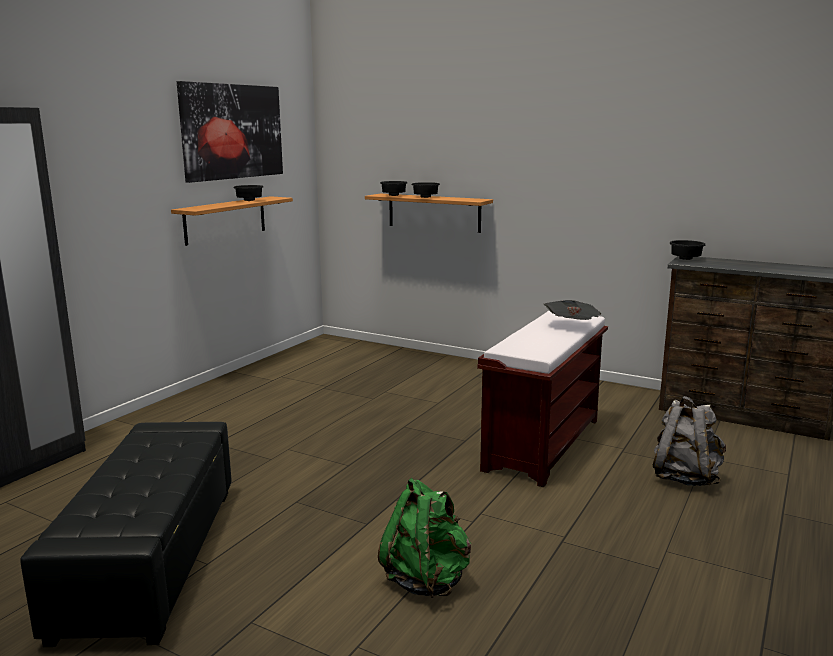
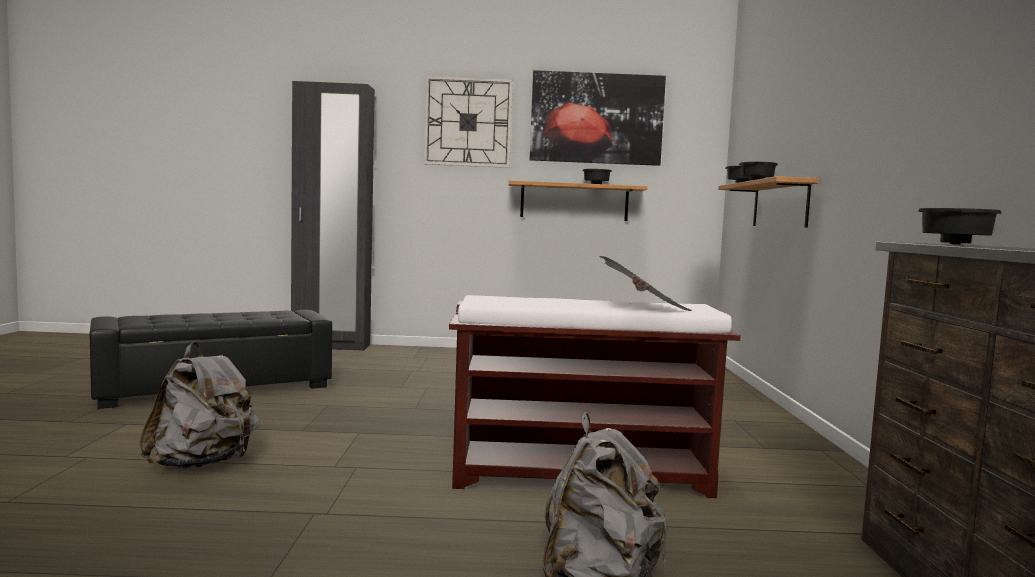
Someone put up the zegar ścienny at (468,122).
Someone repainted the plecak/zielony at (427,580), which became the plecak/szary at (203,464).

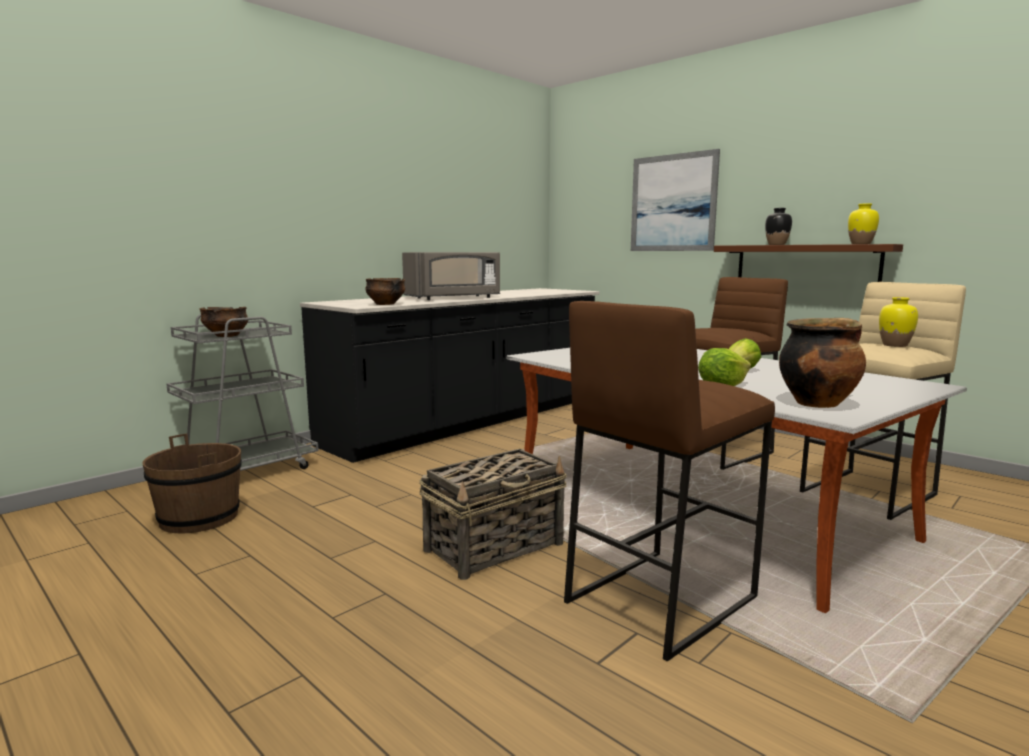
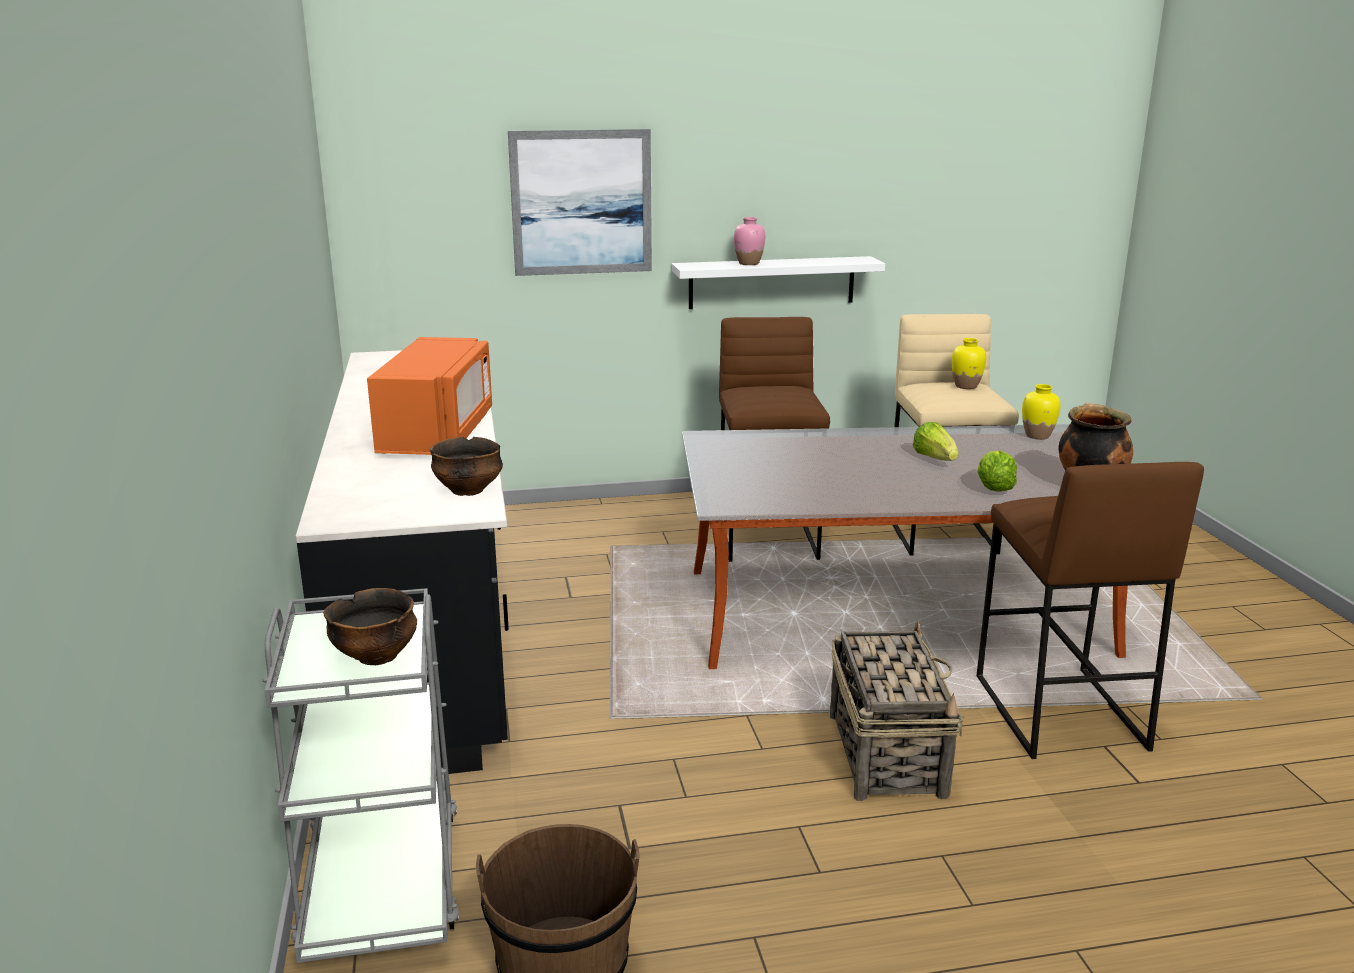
Someone carried the wazon/żółty from (860,244) to (1037,436).
Someone repainted the mikrofalówka/szary at (454,298), which became the mikrofalówka/pomarańczowy at (438,434).
Someone repainted the półka/brązowy at (806,264), which became the półka/biały at (772,282).
Someone repainted the wazon/czarny at (777,244), which became the wazon/różowy at (749,263).

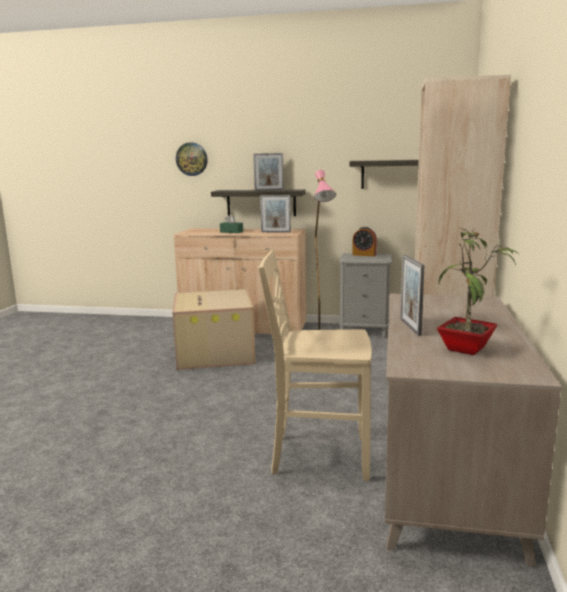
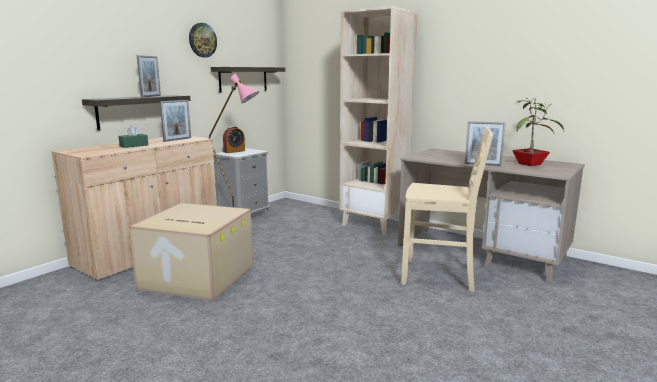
Someone carried the zegar ścienny from (192,159) to (202,40).
Someone rotated the krzesło/beżowy at (318,455) by 105 degrees counterclockwise.

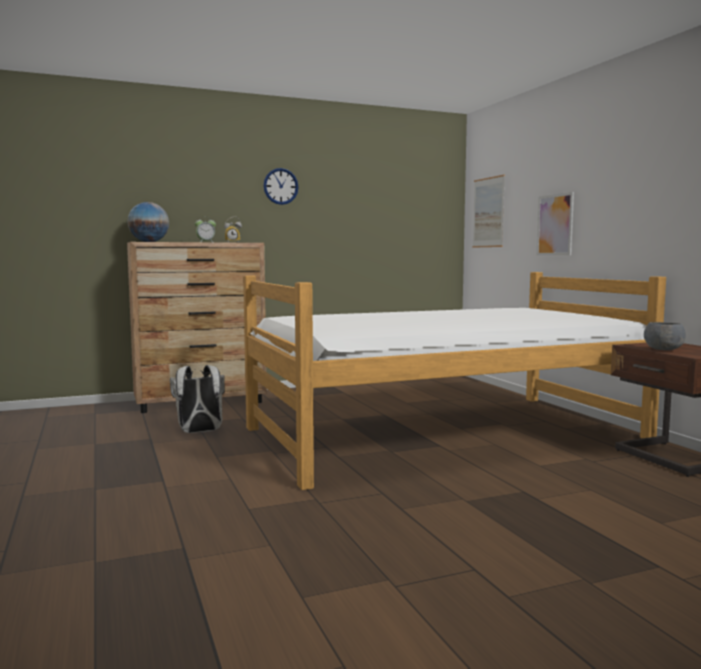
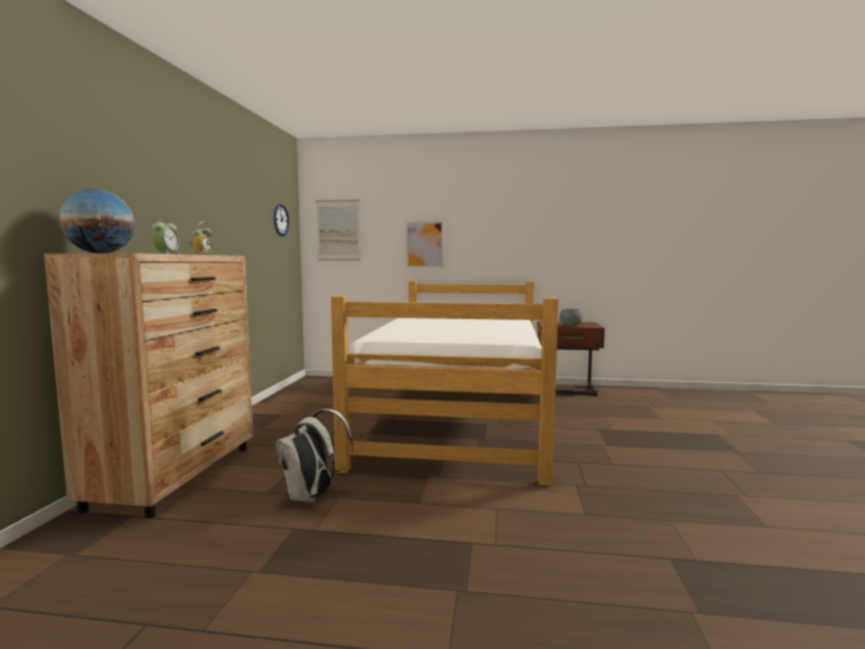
Someone carried the zegar ścienny from (280,186) to (281,220).

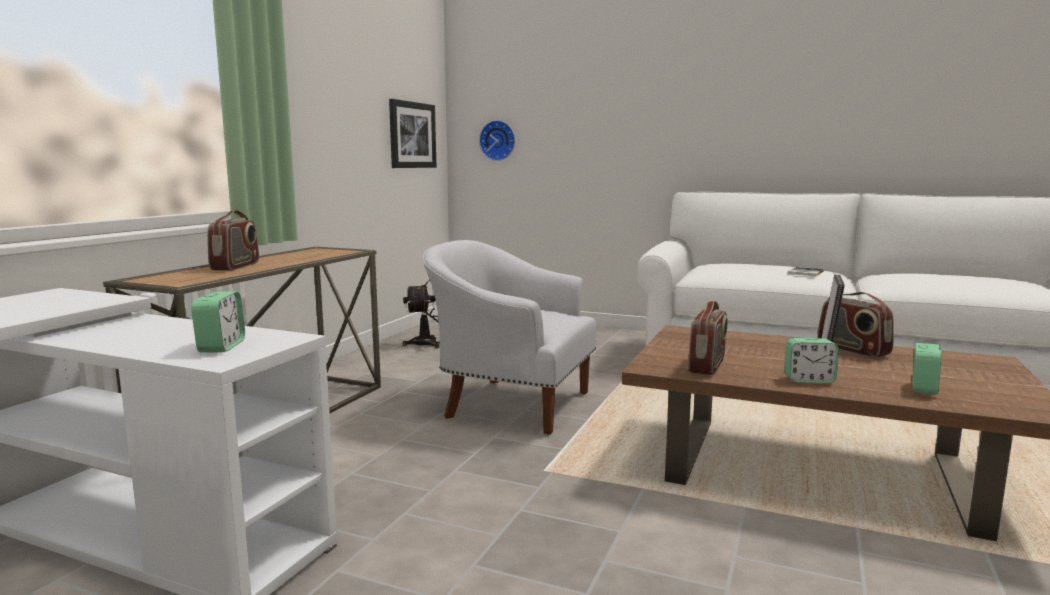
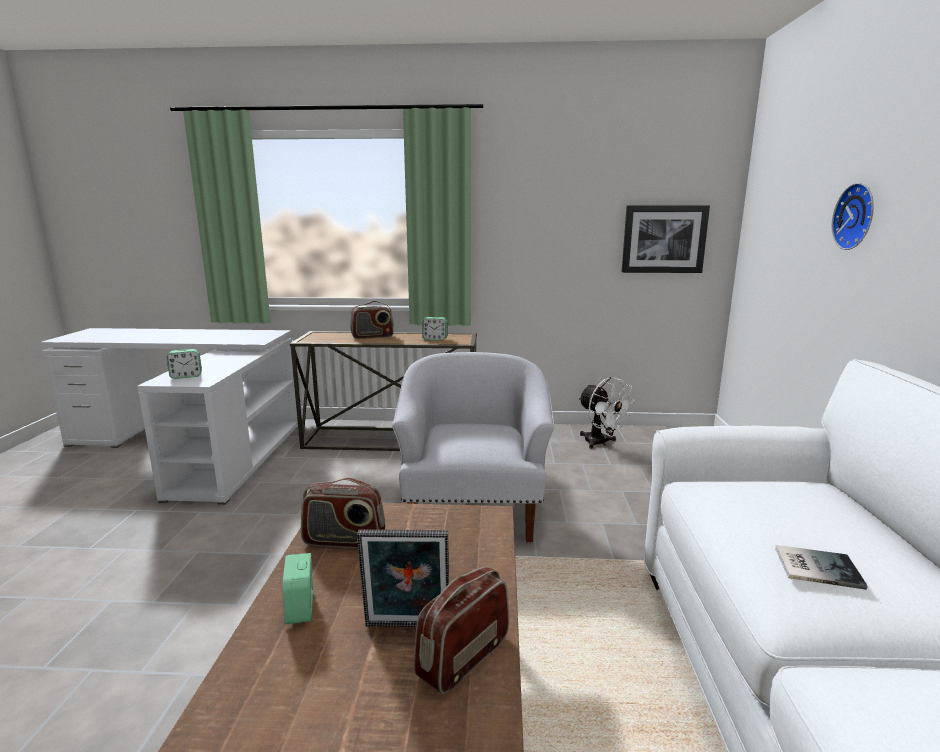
Someone carried the zegar ścienny from (498,140) to (857,216).
Someone carried the budzik from (923,388) to (435,339).

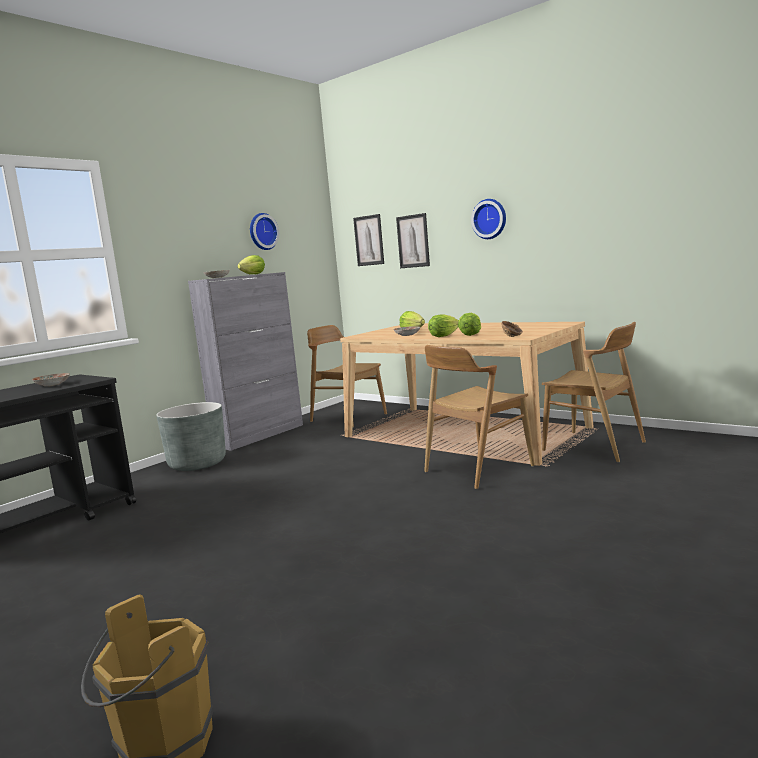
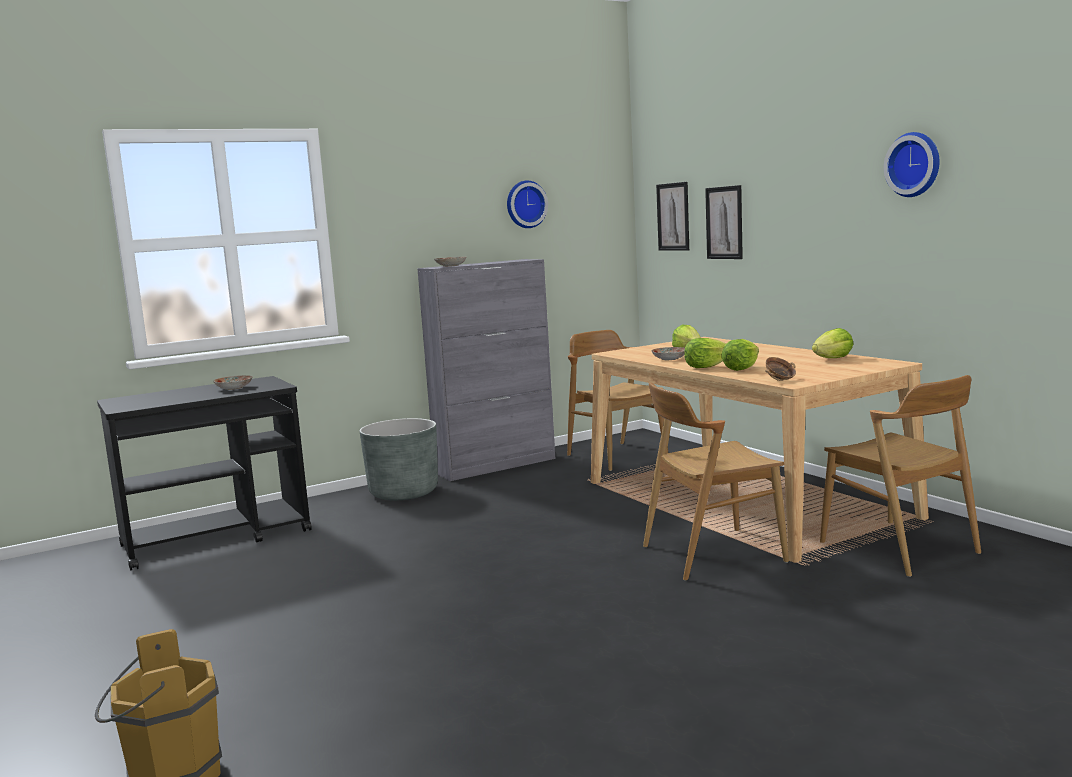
Someone carried the sałata from (253,274) to (833,359).
Someone carried the zegar ścienny from (490,219) to (915,164).

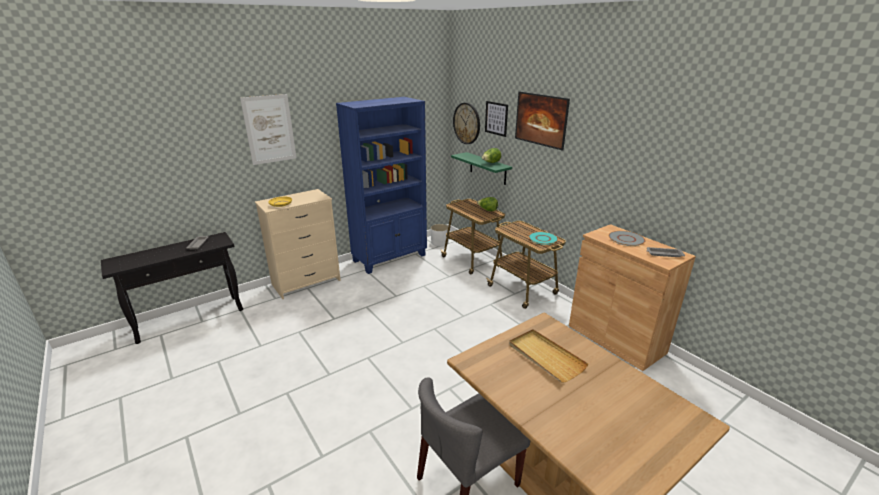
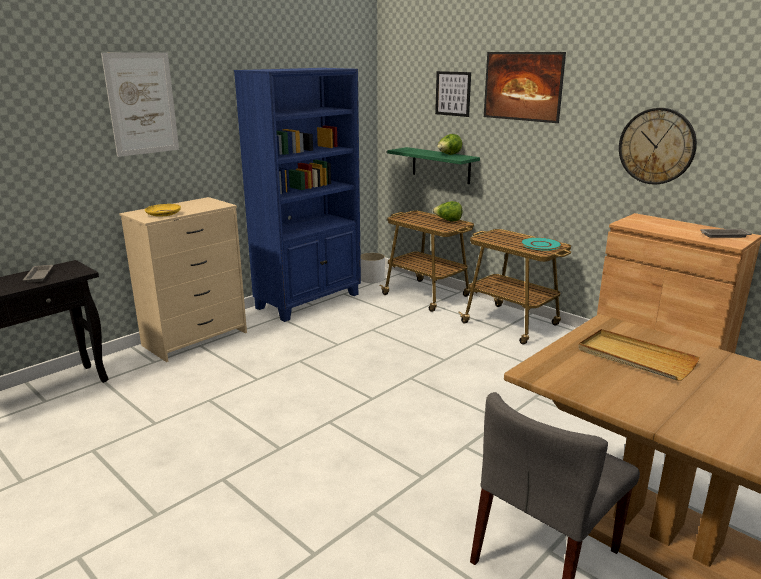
Someone took away the talerz/szary at (626,239).
Someone carried the zegar ścienny from (467,123) to (656,146).

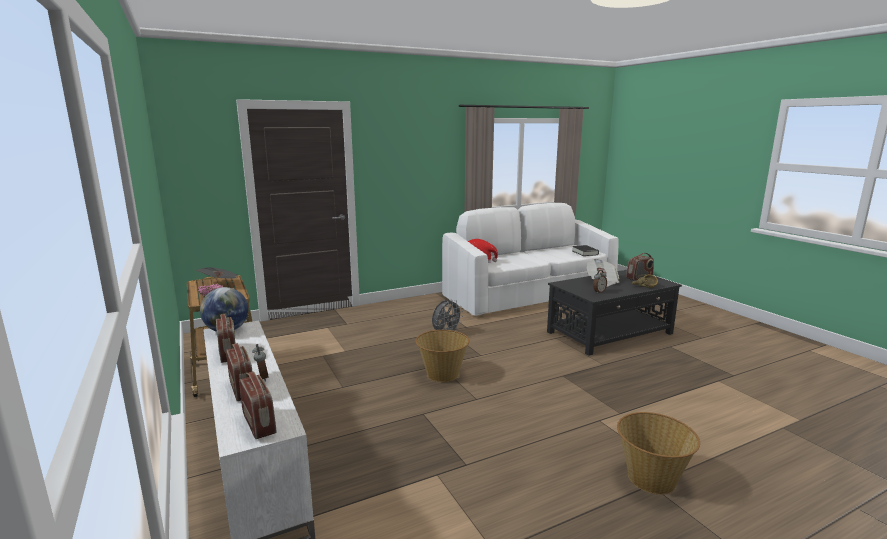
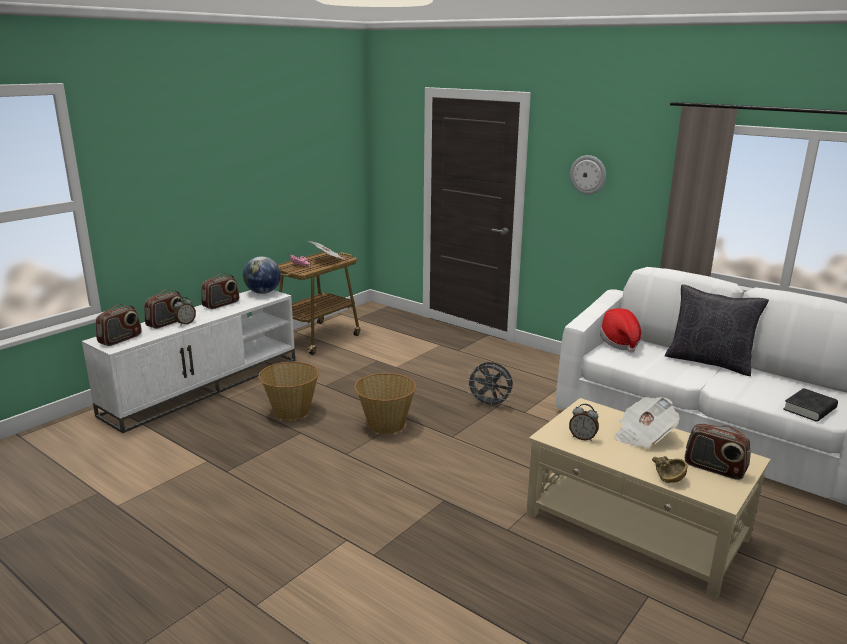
Someone put up the zegar ścienny at (588,174).
Someone put down the poduszka/czarny at (709,362).
Someone carried the koszyk from (651,479) to (291,411).
Someone repainted the ława/czarny at (610,333), which became the ława/beżowy at (636,526).

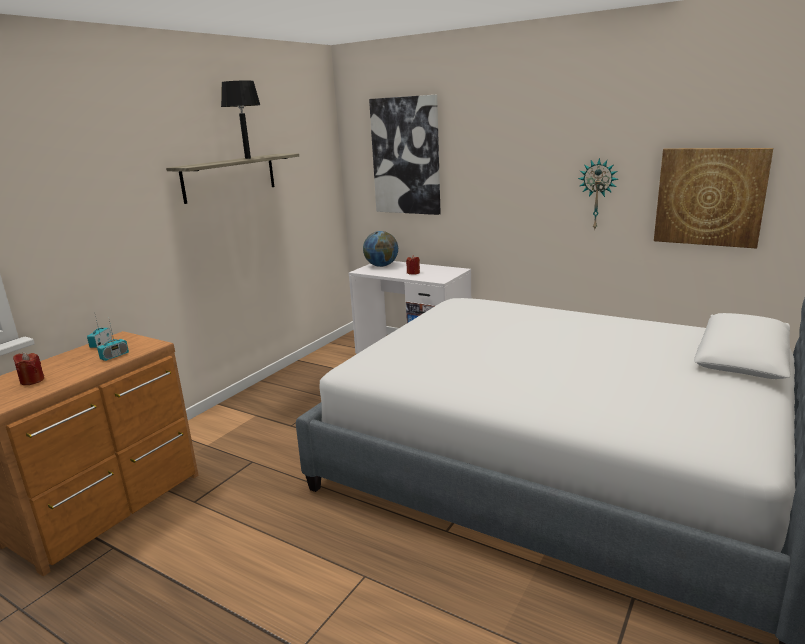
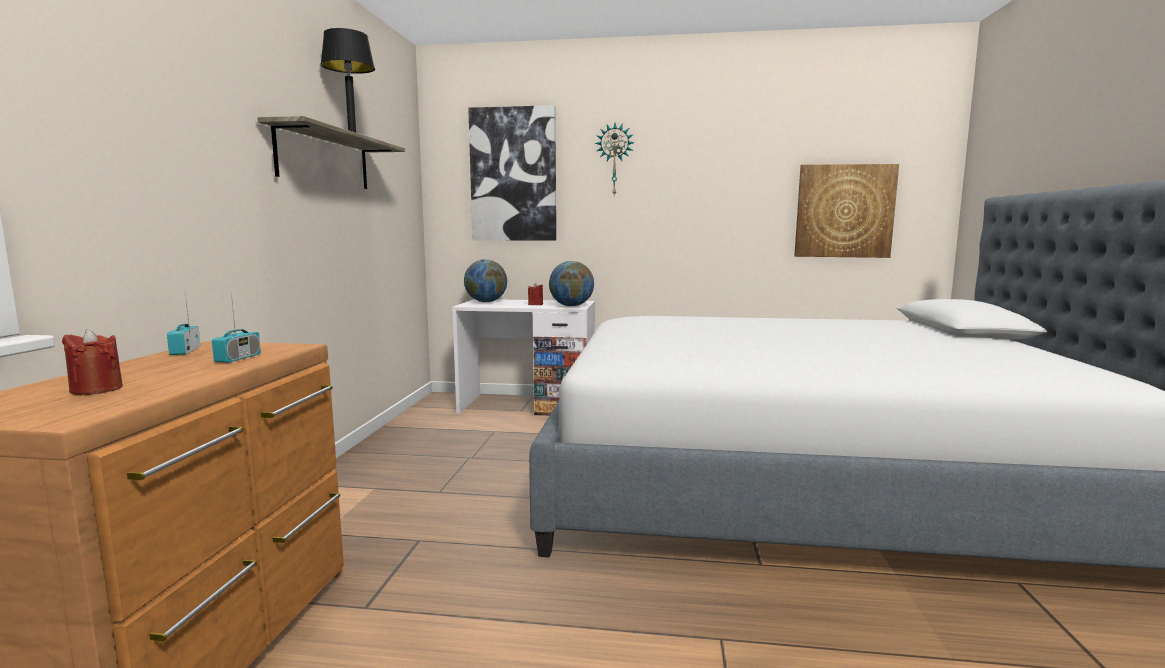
Someone put down the globus at (571,306).
Someone carried the zegar ścienny from (597,194) to (614,160).

